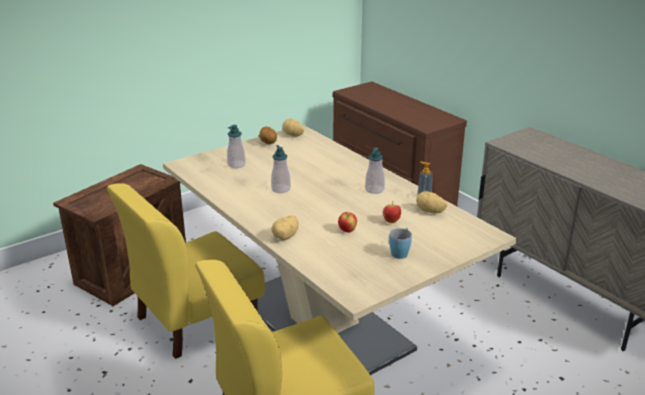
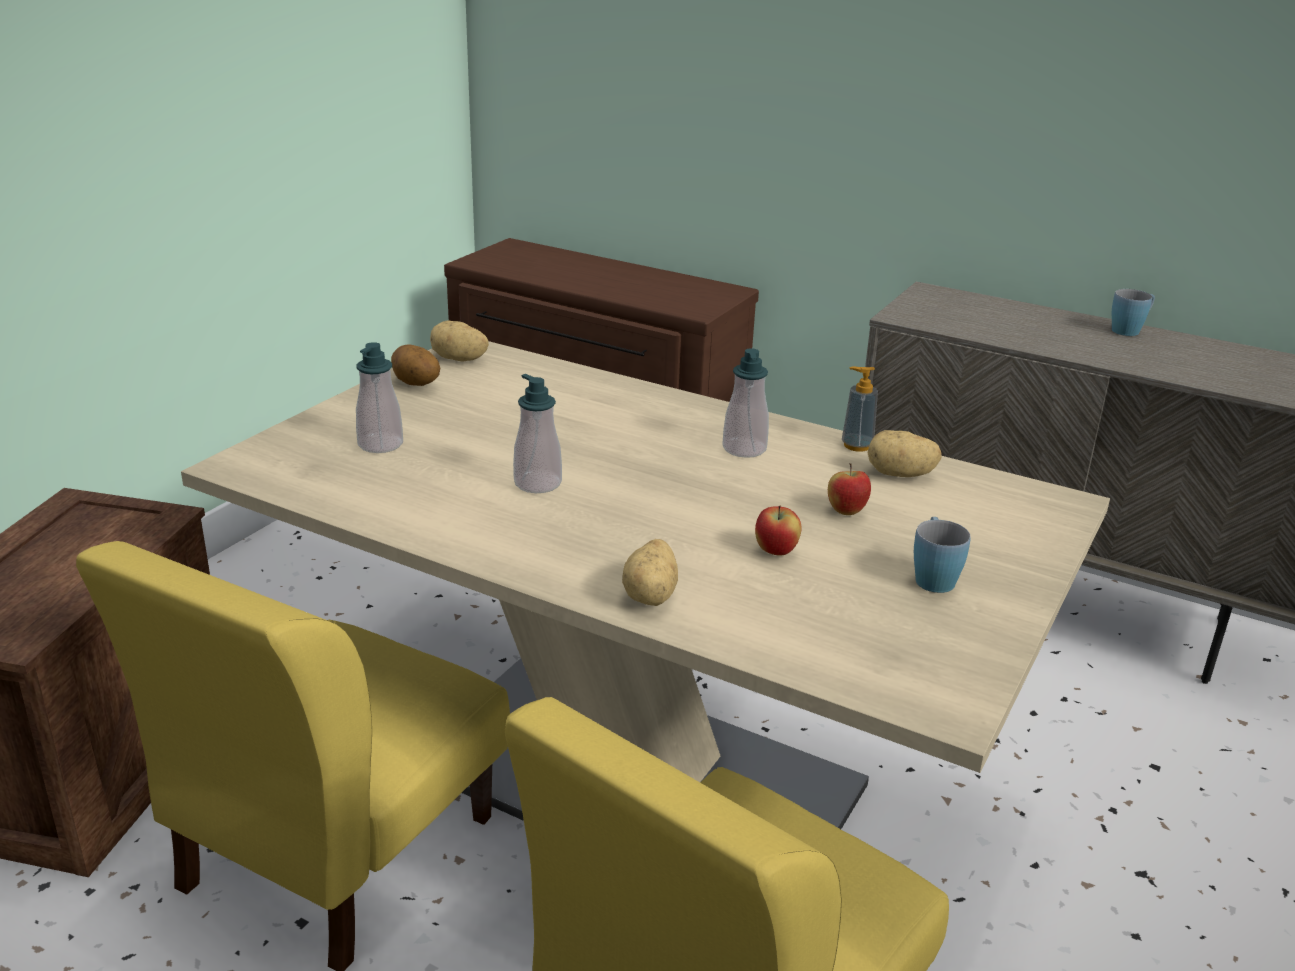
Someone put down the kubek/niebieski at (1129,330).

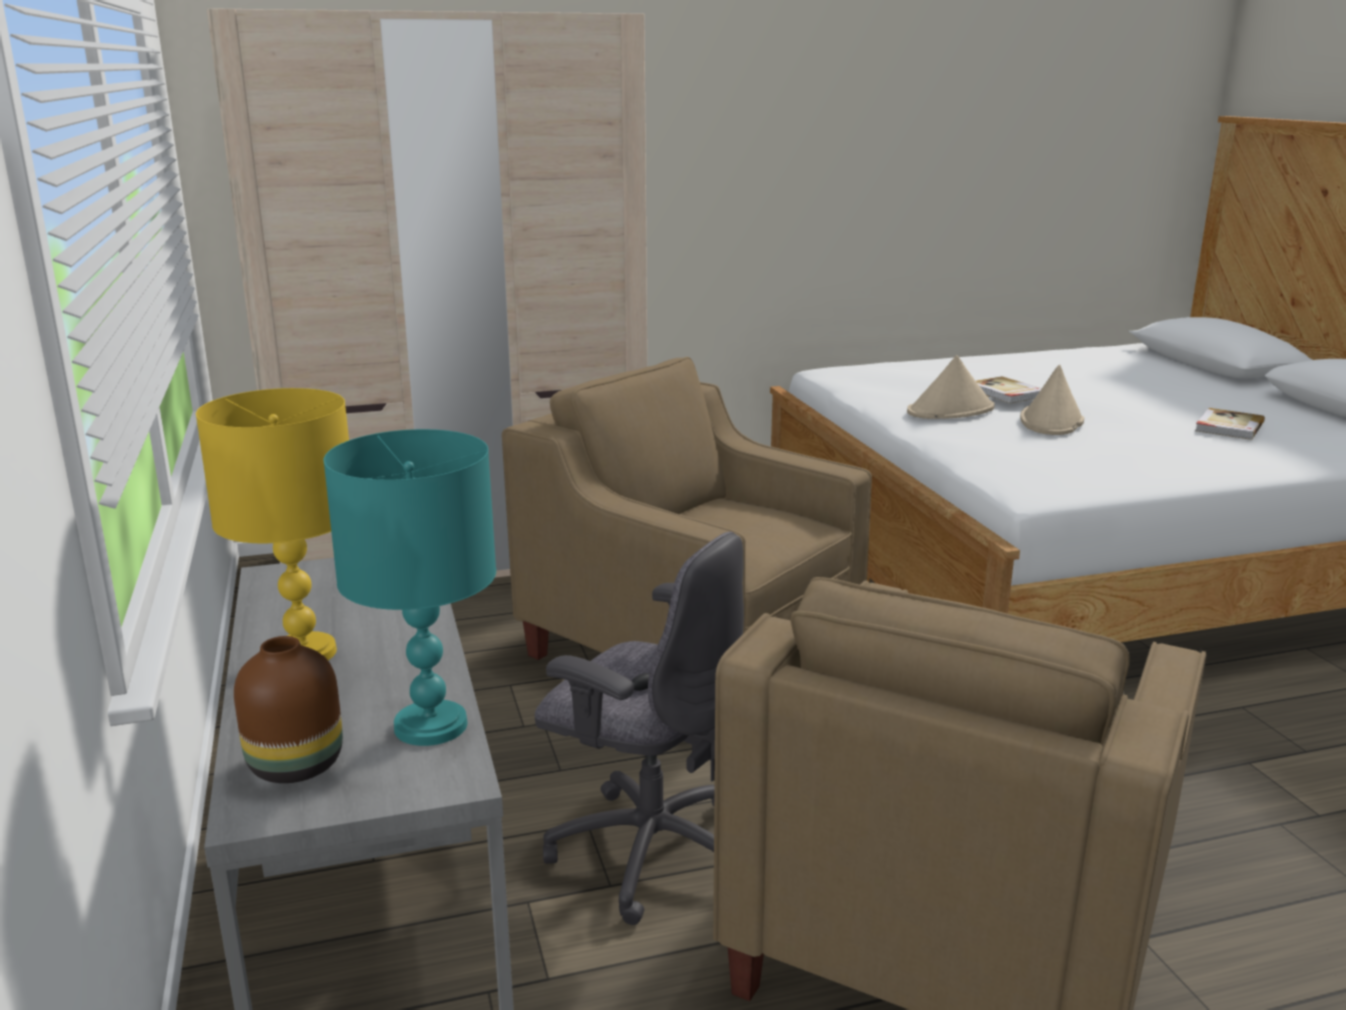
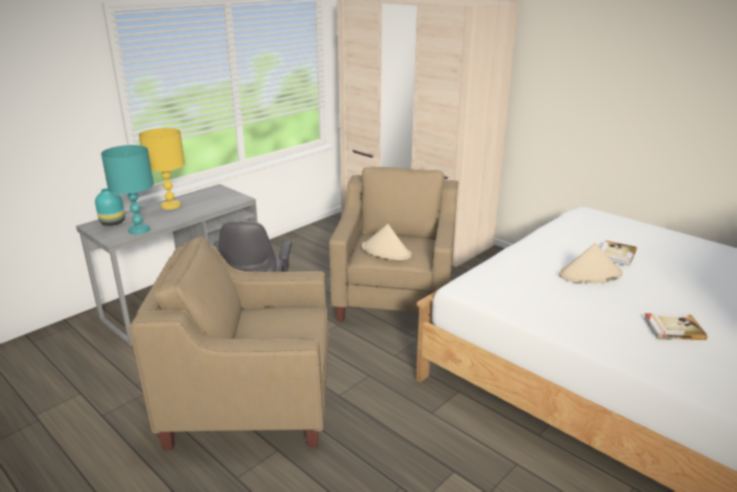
Someone carried the kapelusz/beżowy from (951,411) to (386,251).
Someone repainted the wazon/brązowy at (299,764), which became the wazon/turkusowy at (113,223).

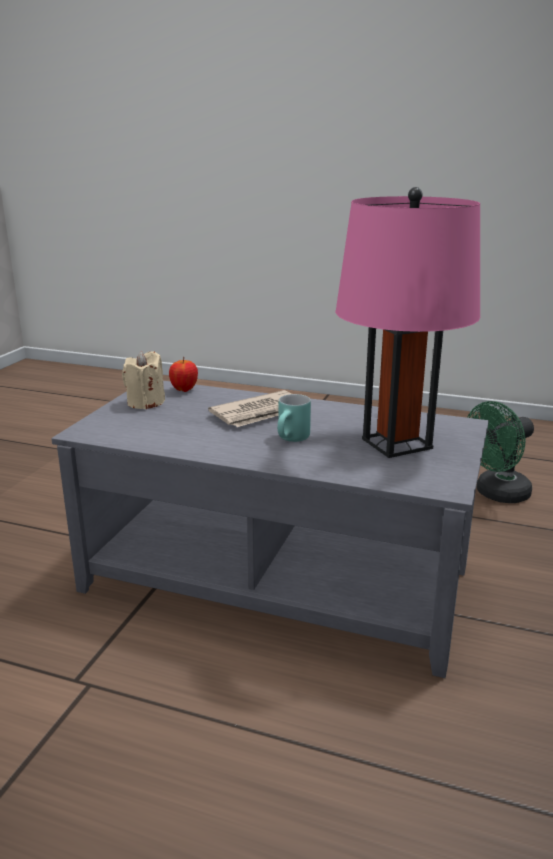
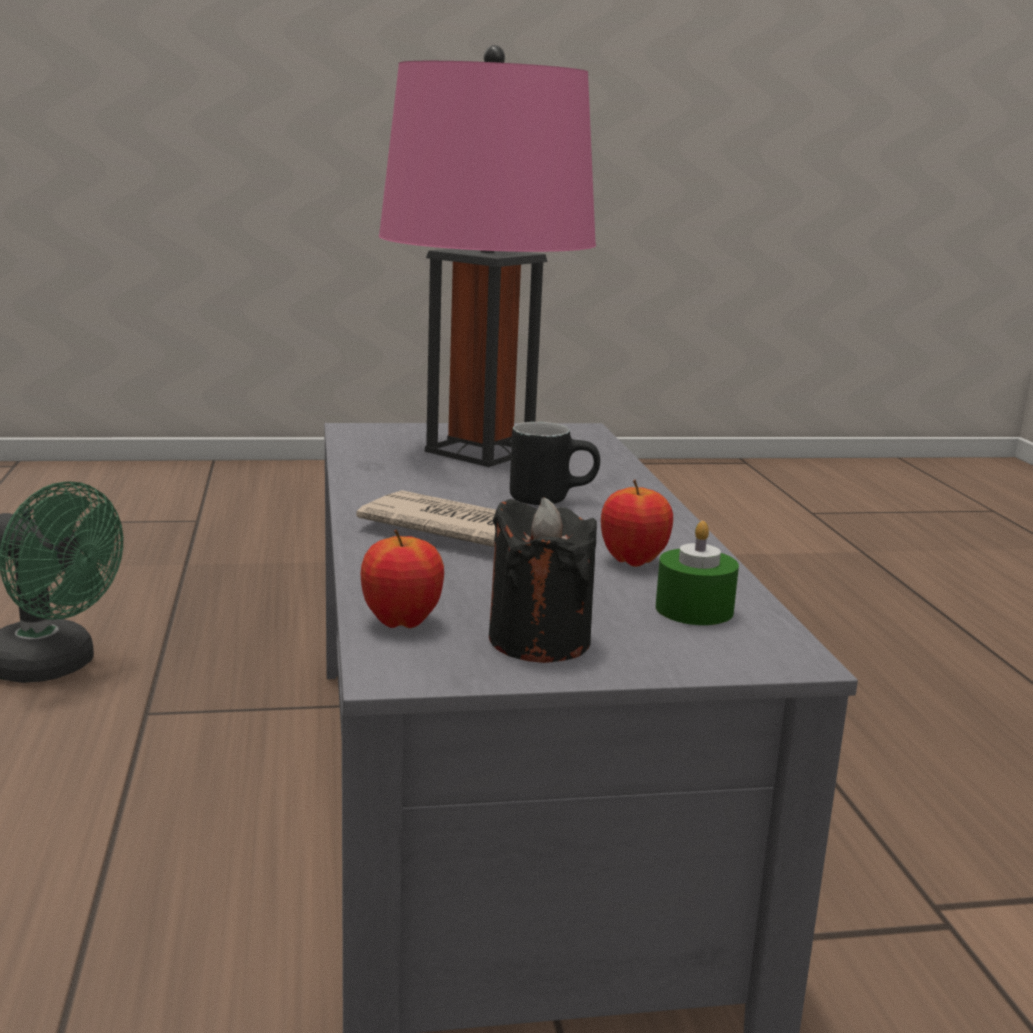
Someone put down the jabłko at (633,561).
Someone put down the świeca/zielony at (694,609).
Someone repainted the świeca/beżowy at (145,403), which became the świeca/czarny at (539,641).
Someone repainted the kubek/turkusowy at (293,440), which became the kubek/czarny at (551,498).

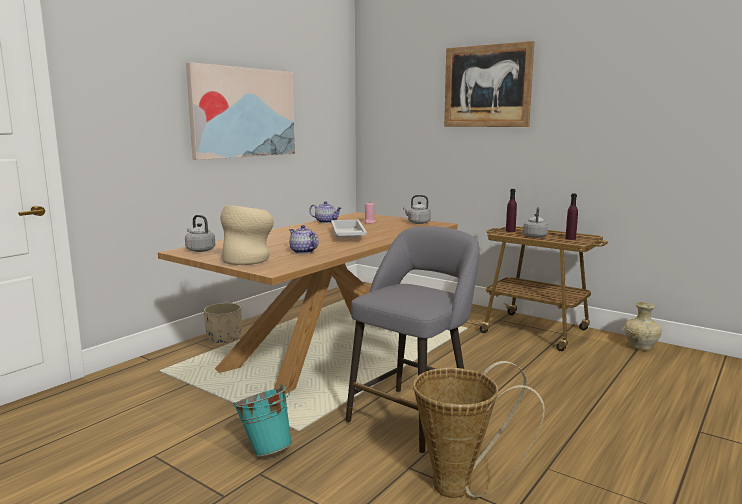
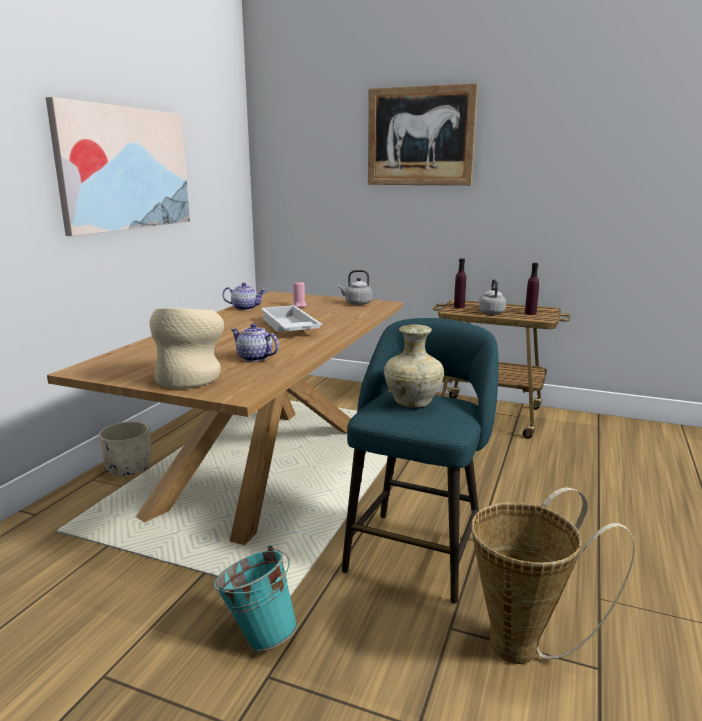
Someone took away the czajnik/szary at (199,250).
Someone carried the wazon/beżowy from (640,347) to (413,402).
Someone repainted the stołek/szary at (413,416), which became the stołek/turkusowy at (417,550).

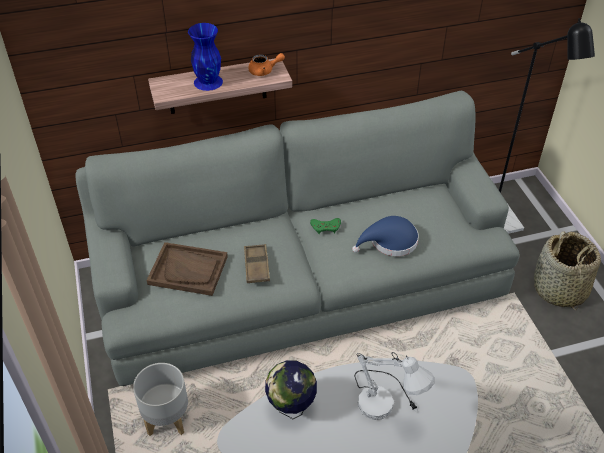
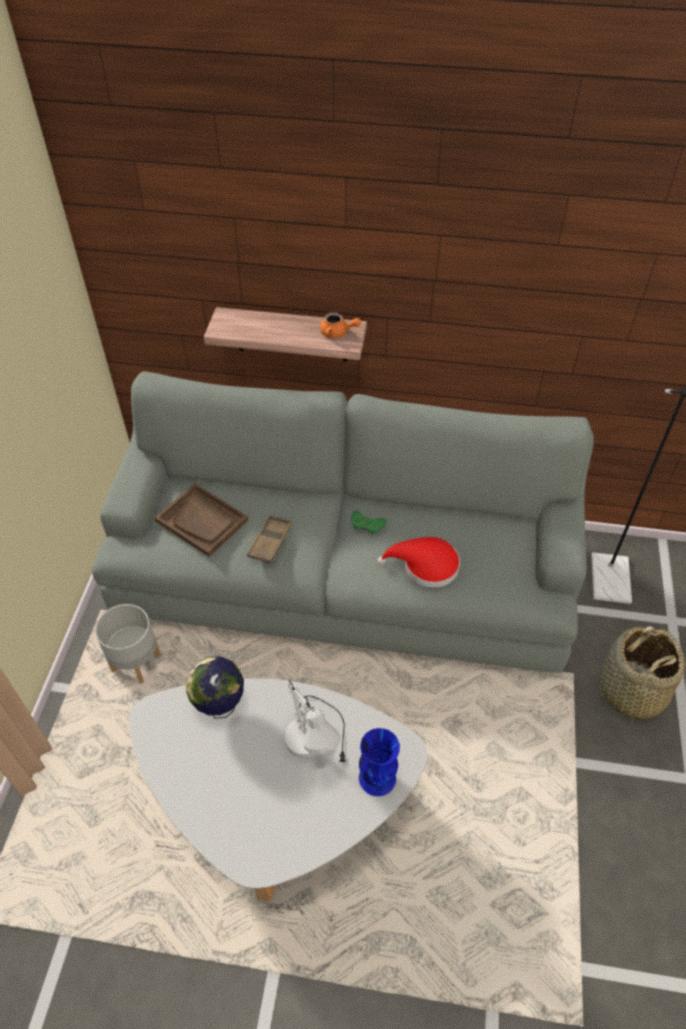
Someone carried the wazon/niebieski from (208,81) to (377,777).
Someone repainted the kapelusz/niebieski at (390,242), which became the kapelusz/czerwony at (425,566).

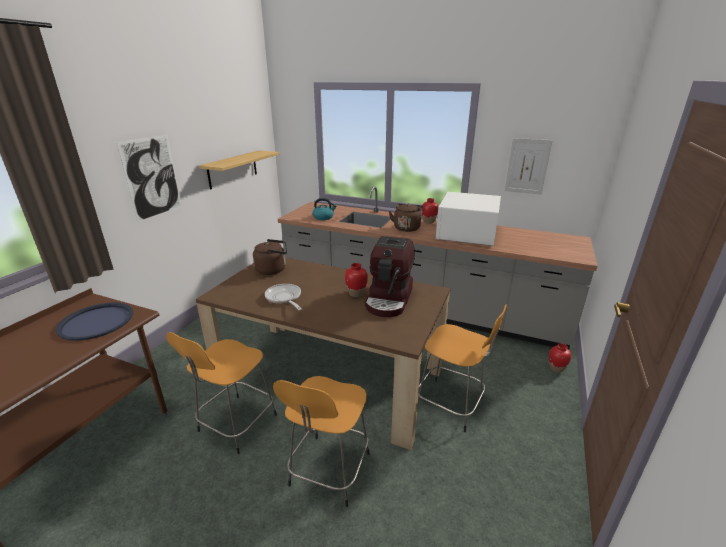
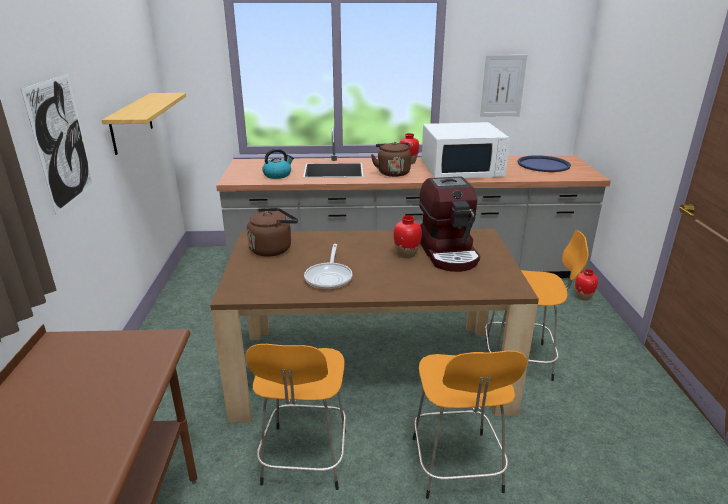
Someone carried the taca/niebieski from (96,322) to (543,165).
Someone rotated the patelnia at (284,298) by 120 degrees counterclockwise.
Someone rotated the mikrofalówka/biały at (466,233) by 90 degrees counterclockwise.

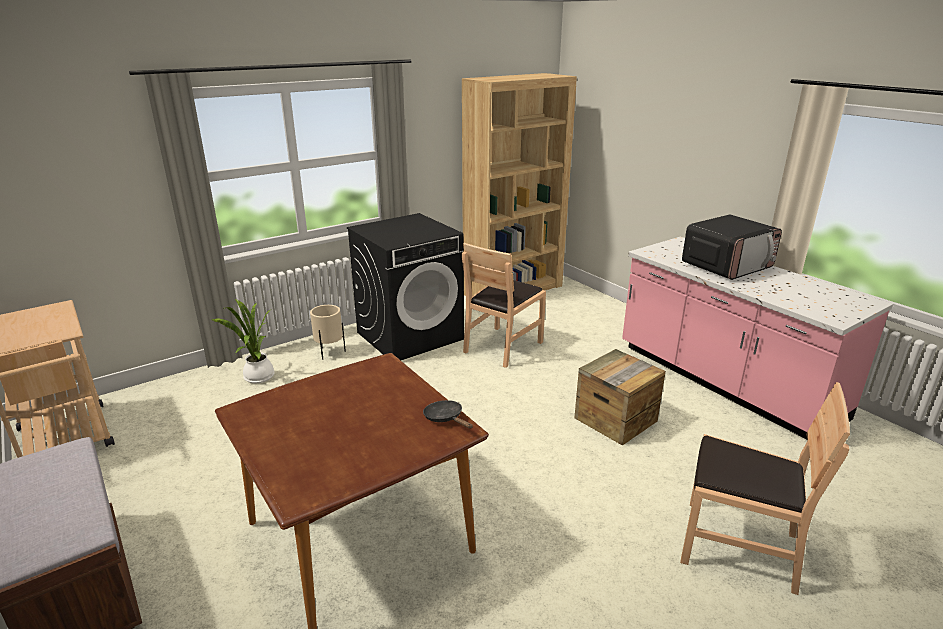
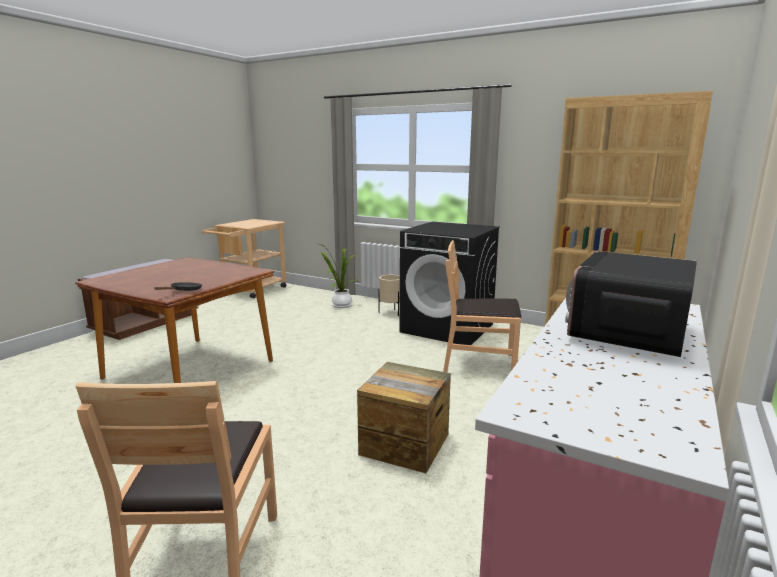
Someone rotated the mikrofalówka at (727,266) by 90 degrees clockwise.

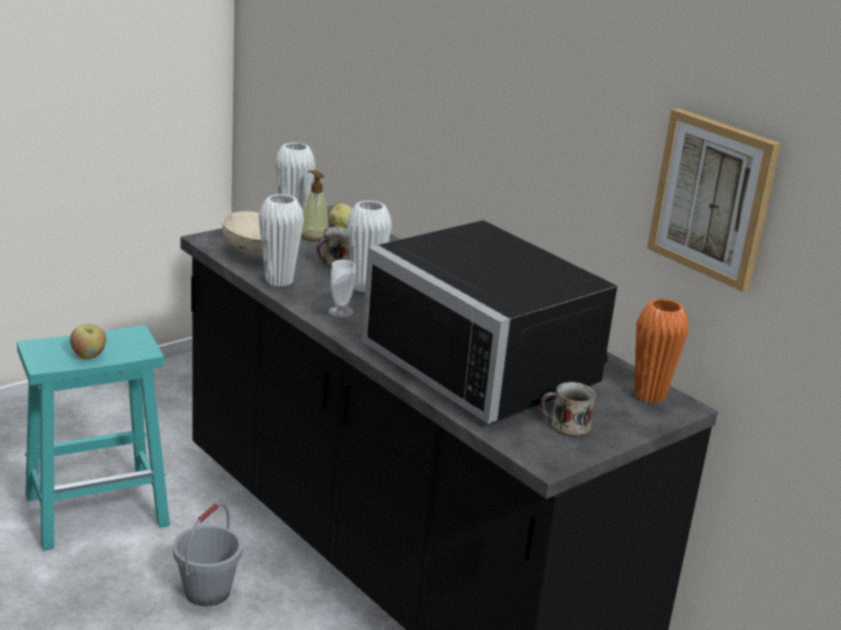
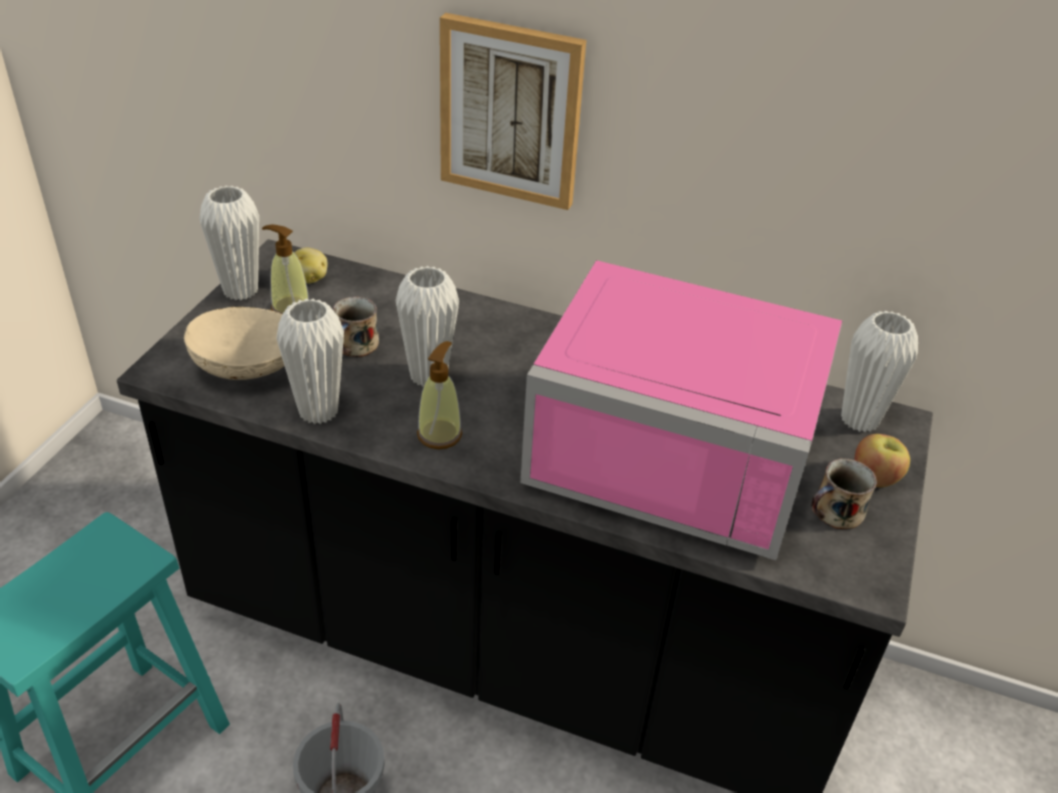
Someone carried the jabłko from (89,355) to (875,477).
Someone carried the obraz from (713,198) to (511,111).
Someone swapped the filiżanka at (341,311) for the dozownik mydła at (439,434).
Someone repainted the mikrofalówka/czarny at (493,364), which became the mikrofalówka/różowy at (677,446).
Someone repainted the wazon/pomarańczowy at (649,395), which became the wazon/biały at (859,420).

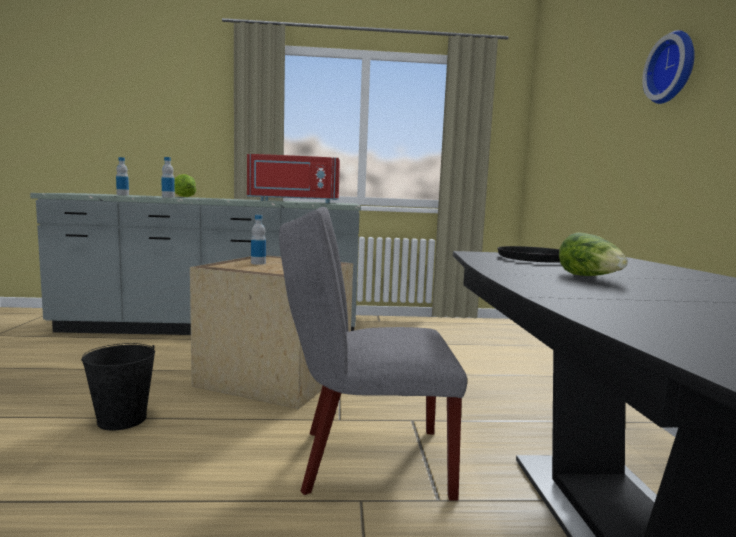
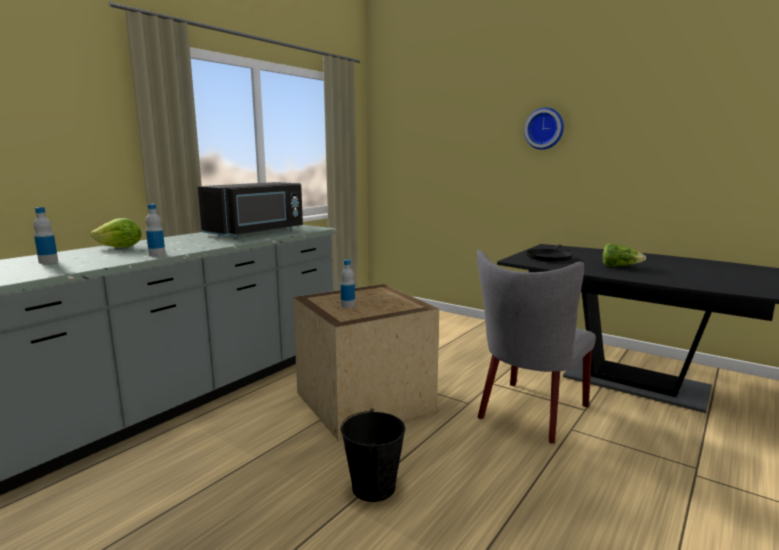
Someone repainted the mikrofalówka/czerwony at (293,201), which became the mikrofalówka/czarny at (257,232).

